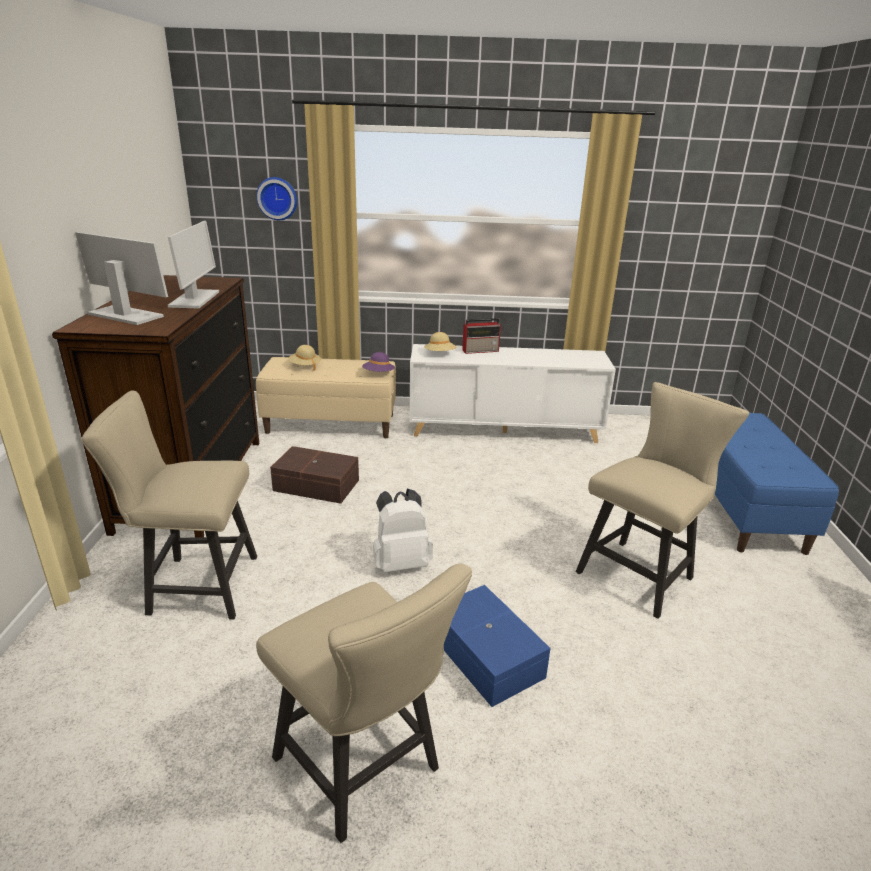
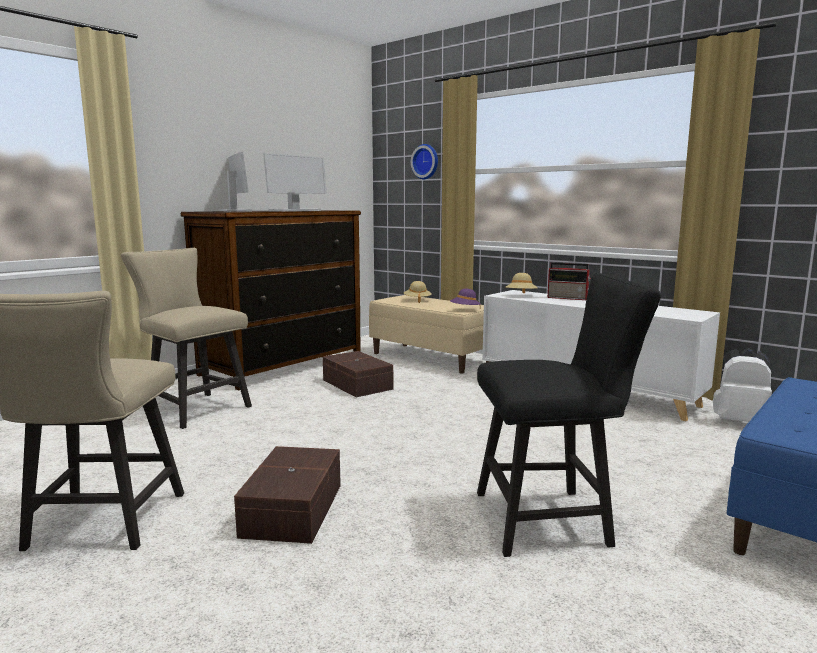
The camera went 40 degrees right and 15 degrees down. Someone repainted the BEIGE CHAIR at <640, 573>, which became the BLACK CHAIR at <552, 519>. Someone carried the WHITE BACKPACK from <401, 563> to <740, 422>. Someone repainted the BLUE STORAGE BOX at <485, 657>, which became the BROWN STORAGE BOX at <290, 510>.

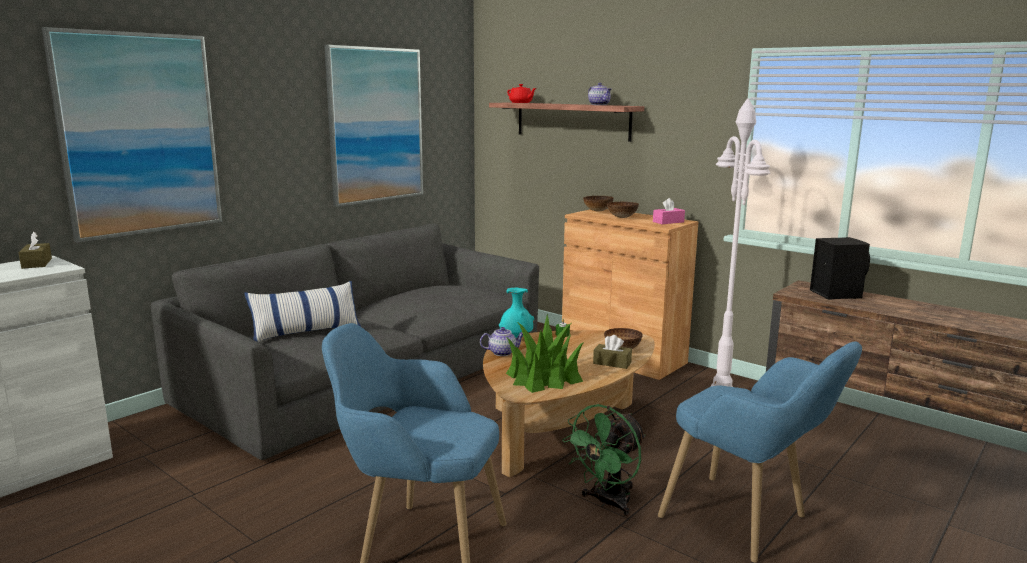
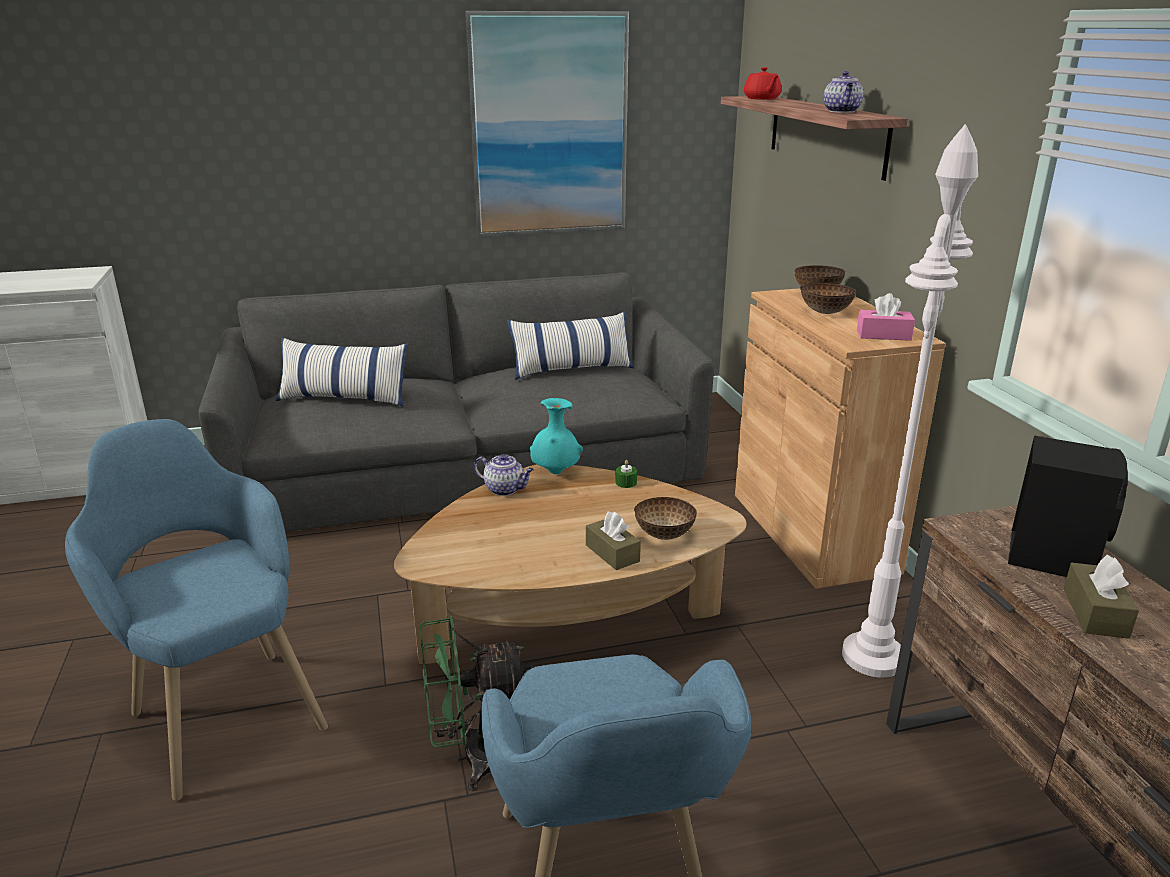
The camera went 35 degrees right and 10 degrees up. Someone took away the PICTURE at <139, 134>. Someone carried the BROWN TISSUE BOX from <37, 263> to <1095, 613>. Someone took away the POTTED PLANT at <543, 378>. Someone put down the PILLOW at <571, 369>.

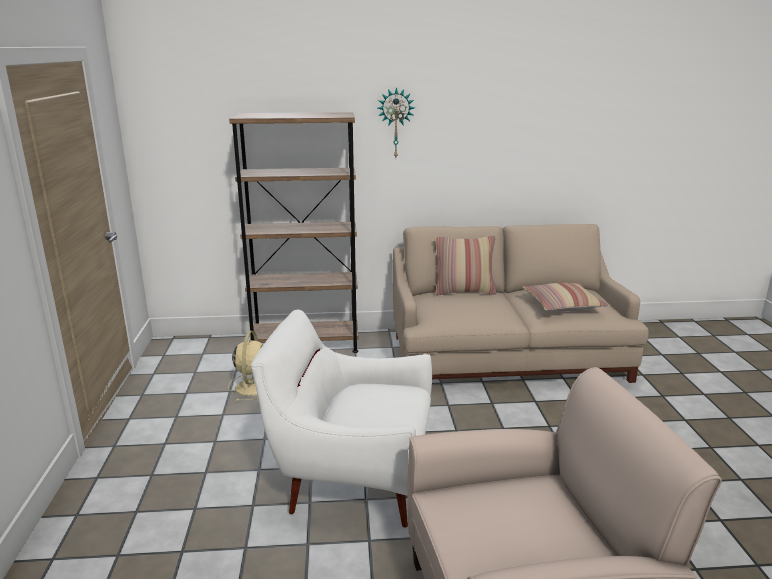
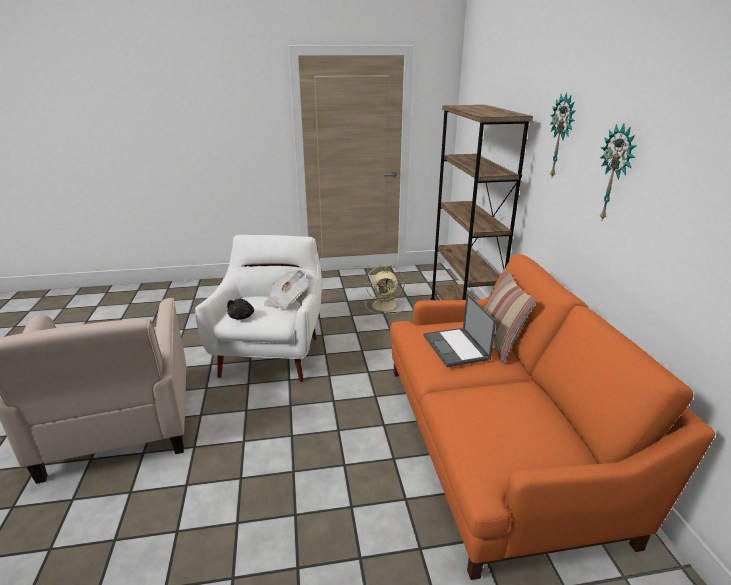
The camera went 85 degrees right and 5 degrees up. Someone repainted the BEIGE SOFA at <505, 355>, which became the ORANGE SOFA at <499, 441>. Someone took away the PILLOW at <562, 305>. Someone put up the WALL CLOCK at <616, 174>. Someone put down the NEWSPAPER at <286, 300>. Someone put down the LAPTOP at <456, 347>. Someone put down the BLACK PLUSH TOY at <242, 316>.

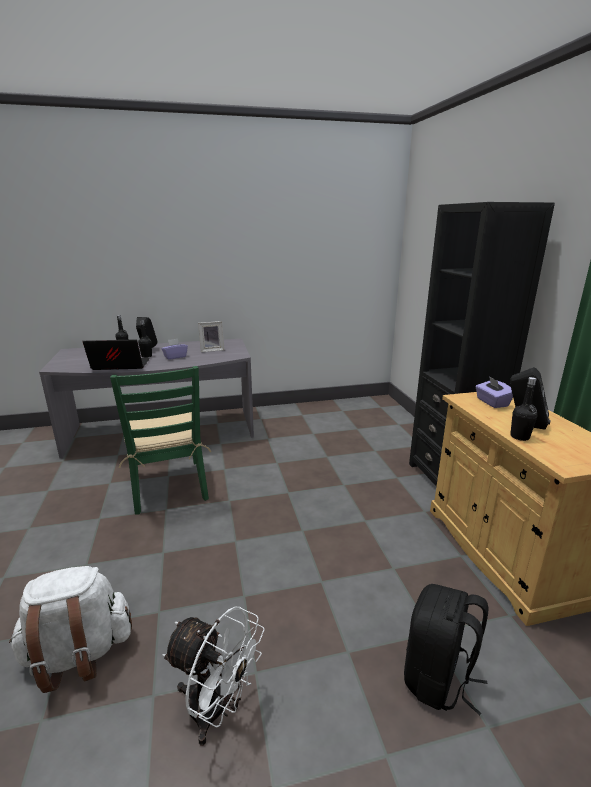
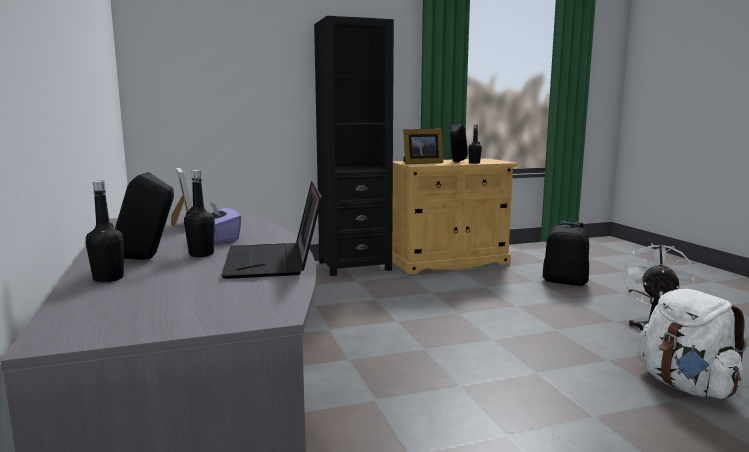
The camera went 95 degrees left and 10 degrees down. Someone took away the GREEN CHAIR at <169, 486>. Someone swapped the PURPLE TISSUE BOX at <491, 402> for the PICTURE FRAME at <420, 163>.

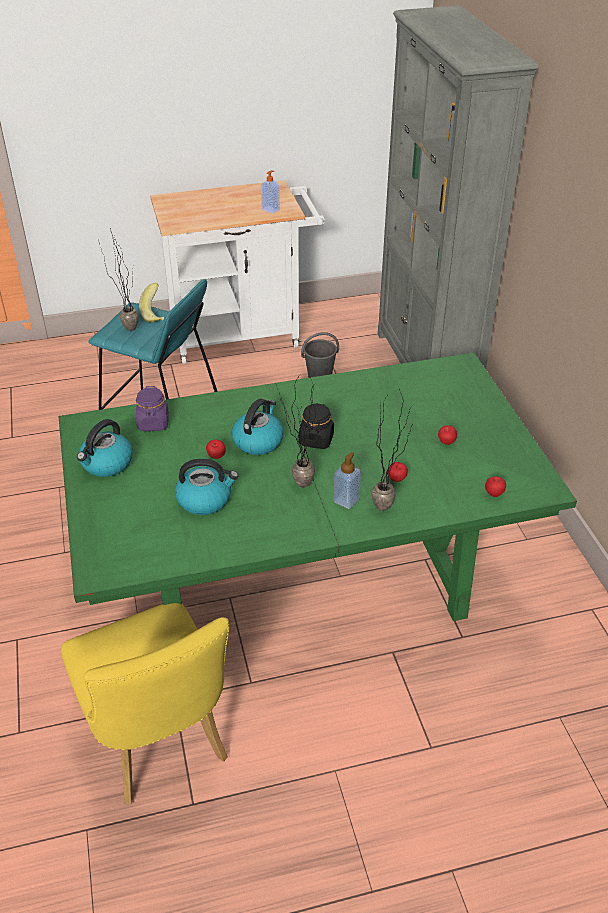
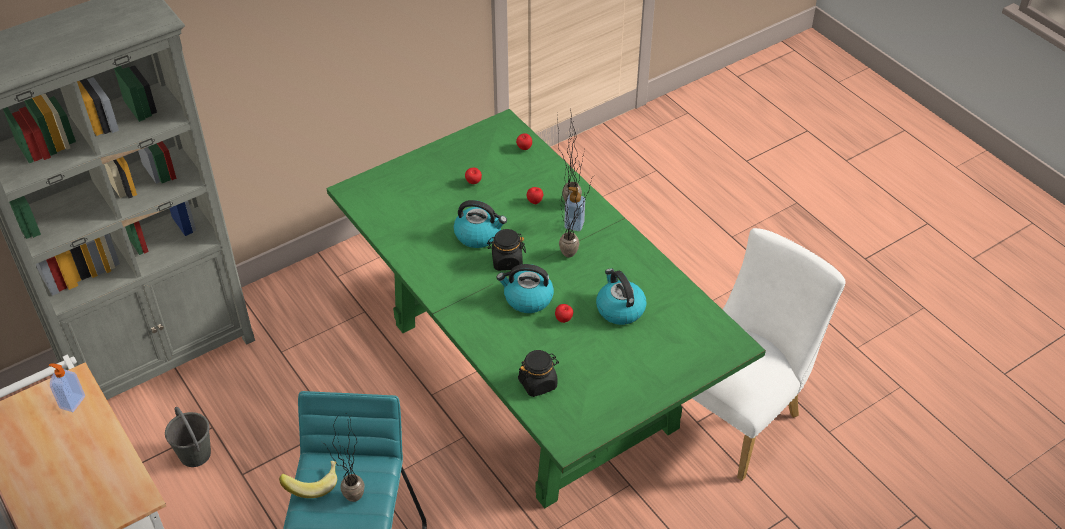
The camera went 110 degrees left and 5 degrees up. Someone repainted the PURPLE JAR at <153, 423>, which became the BLACK JAR at <538, 383>. Someone carried the KETTLE from <106, 463> to <478, 235>. Someone repainted the YELLOW CHAIR at <159, 743>, which became the WHITE CHAIR at <739, 416>.

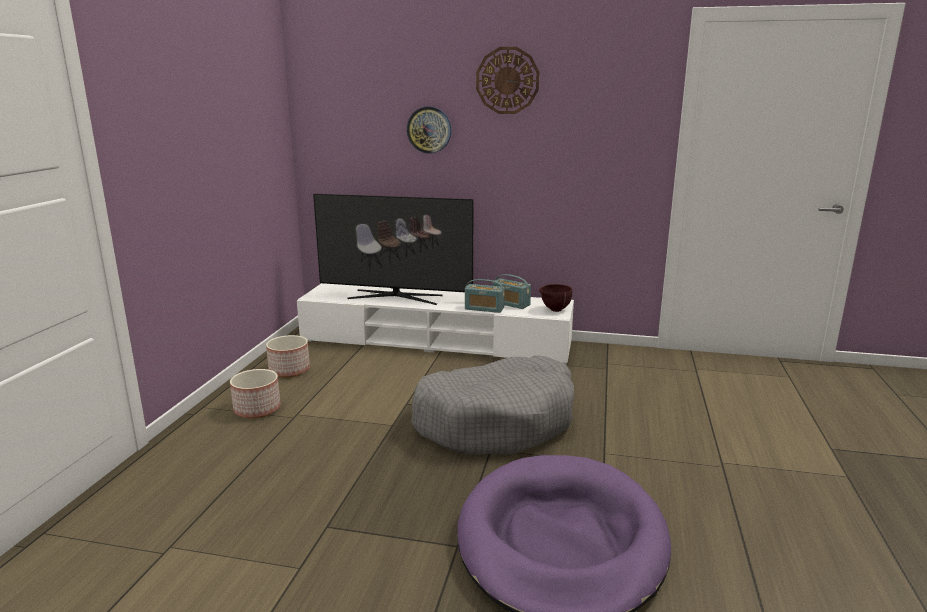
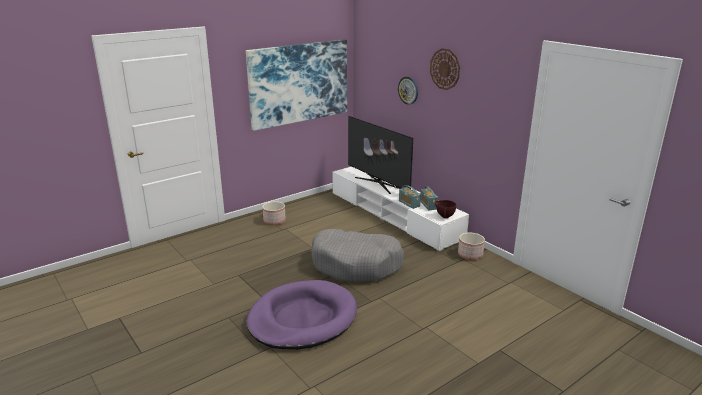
The camera went 40 degrees right and 5 degrees up. Someone carried the PLANTER from <289, 370> to <470, 255>. Someone put up the PICTURE at <299, 83>.

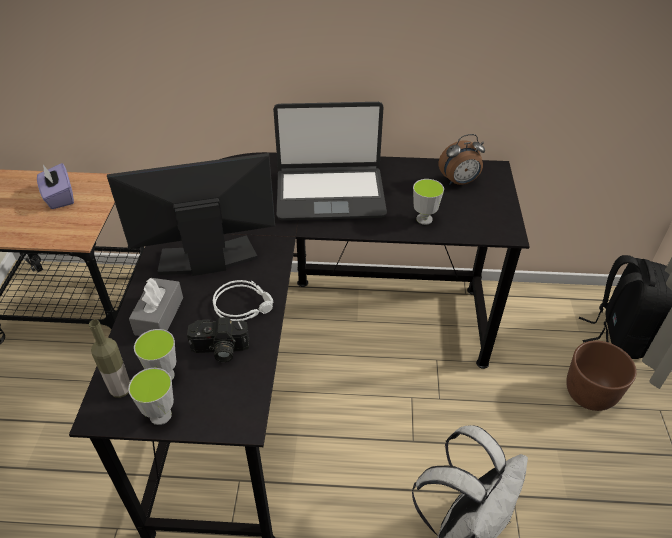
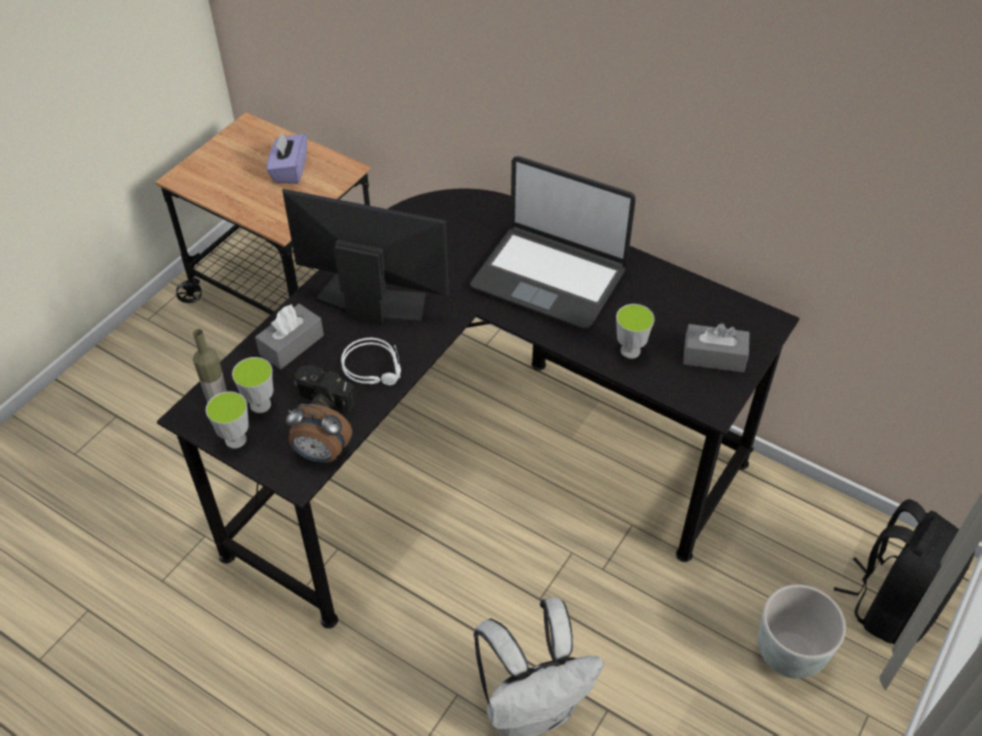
The camera went 30 degrees right and 5 degrees up. Someone carried the ALARM CLOCK from <459, 182> to <321, 454>. Someone repainted the BROWN PLANTER at <589, 395>, which became the GREY PLANTER at <789, 654>. Someone put down the GREY TISSUE BOX at <714, 356>.

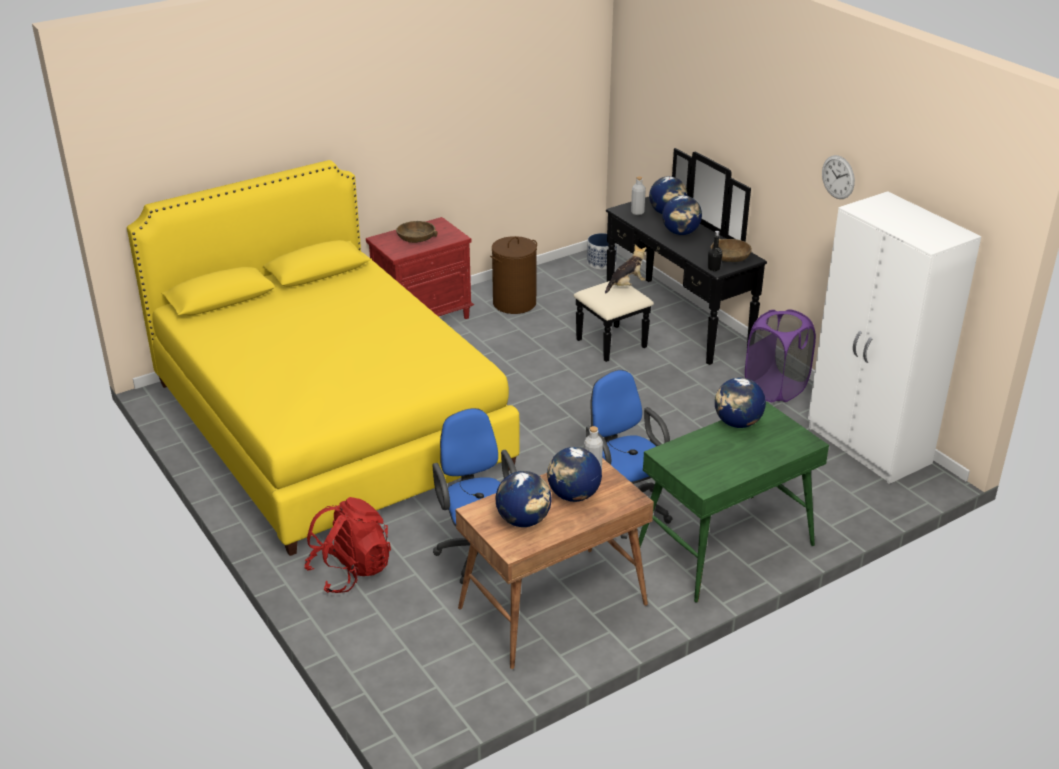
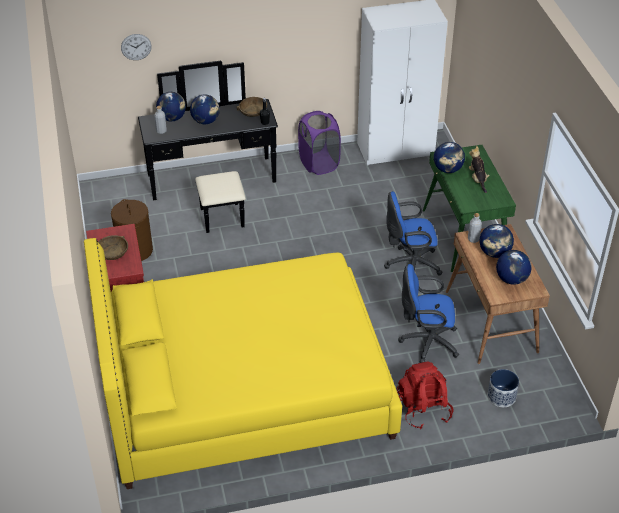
The camera went 70 degrees left and 10 degrees up. Someone carried the WALL CLOCK from <838, 177> to <136, 47>. Someone carried the PLANTER from <601, 263> to <501, 396>. Someone carried the PLUSH TOY from <626, 285> to <477, 179>.

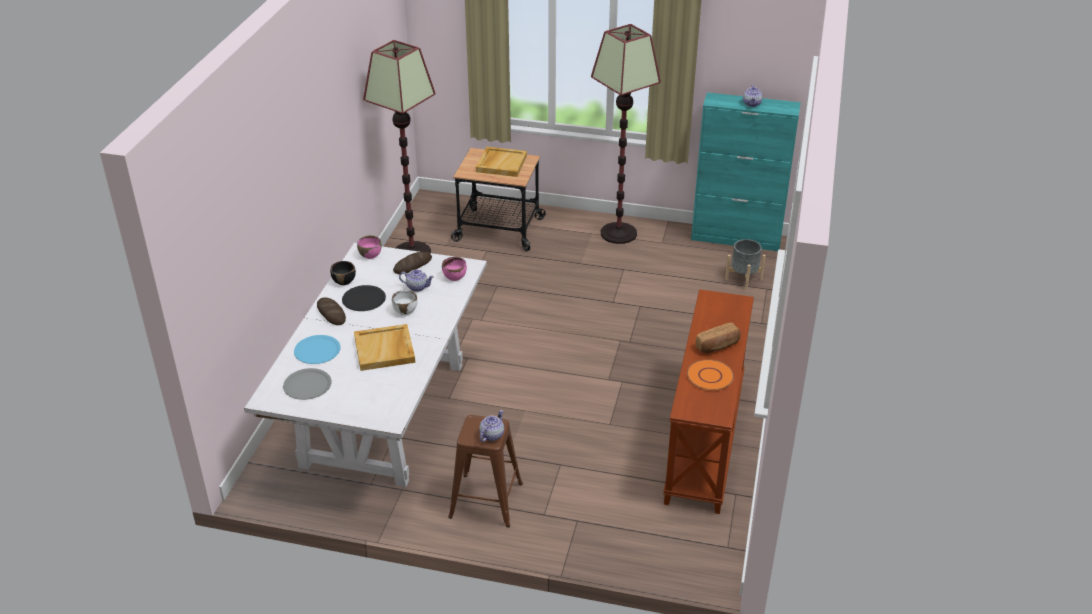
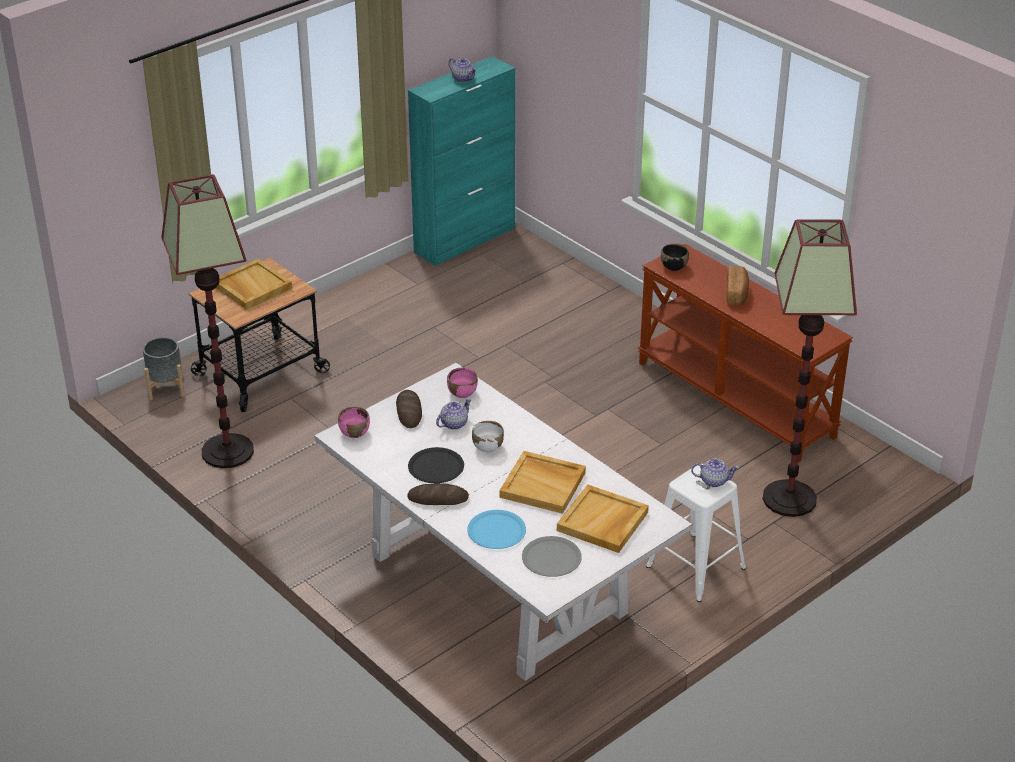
The camera went 55 degrees left and 0 degrees up. Someone carried the FLOOR LAMP from <618, 234> to <790, 499>. Someone carried the GREY PLANTER from <743, 279> to <166, 388>. Someone carried the BLACK BOWL from <344, 281> to <674, 266>. Someone took away the ORANGE PLATE at <709, 376>. Someone rotated the TEAPOT at <491, 435> by 120 degrees clockwise. Someone repainted the BROWN STOOL at <486, 501>, which became the WHITE STOOL at <697, 567>. Someone put down the BEIGE TRAY at <603, 522>.

